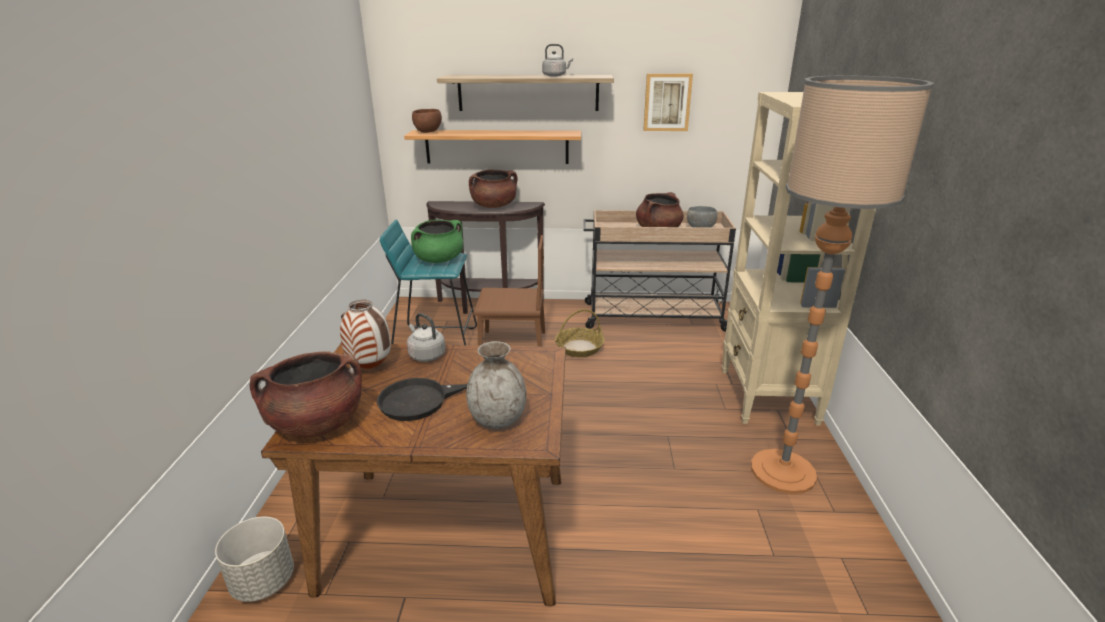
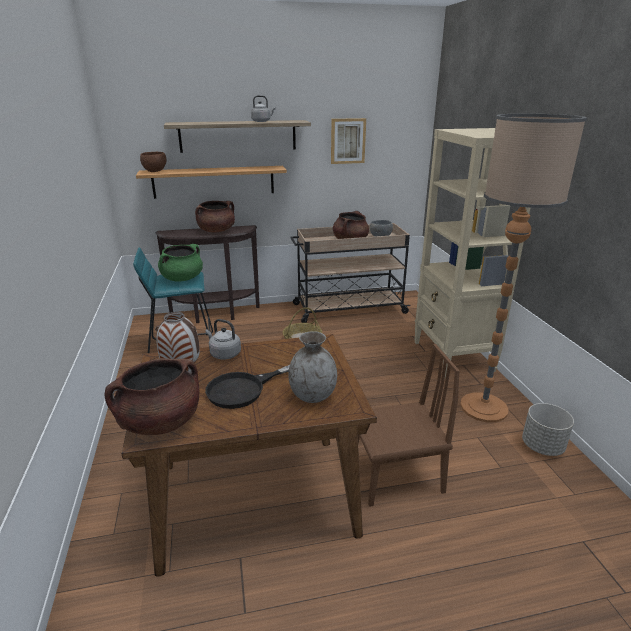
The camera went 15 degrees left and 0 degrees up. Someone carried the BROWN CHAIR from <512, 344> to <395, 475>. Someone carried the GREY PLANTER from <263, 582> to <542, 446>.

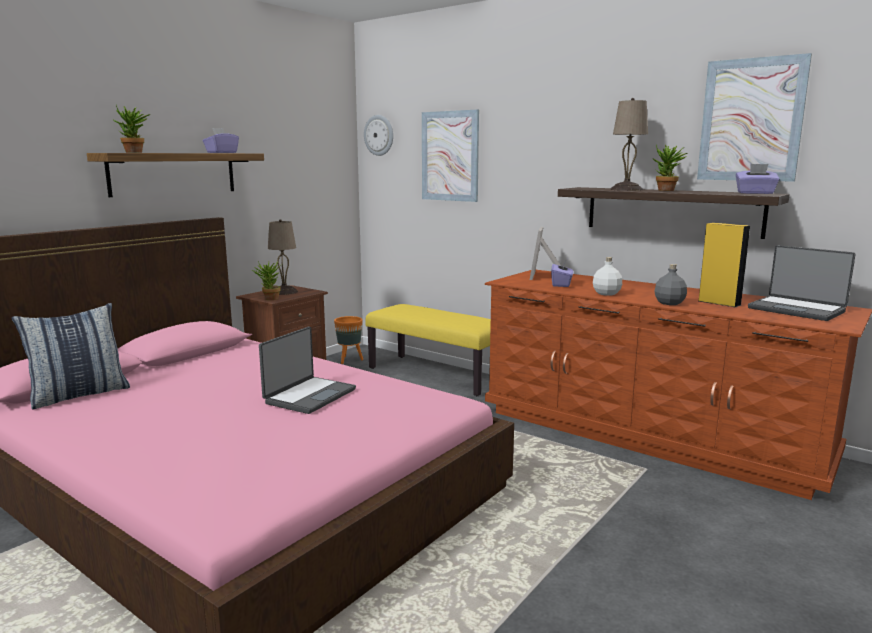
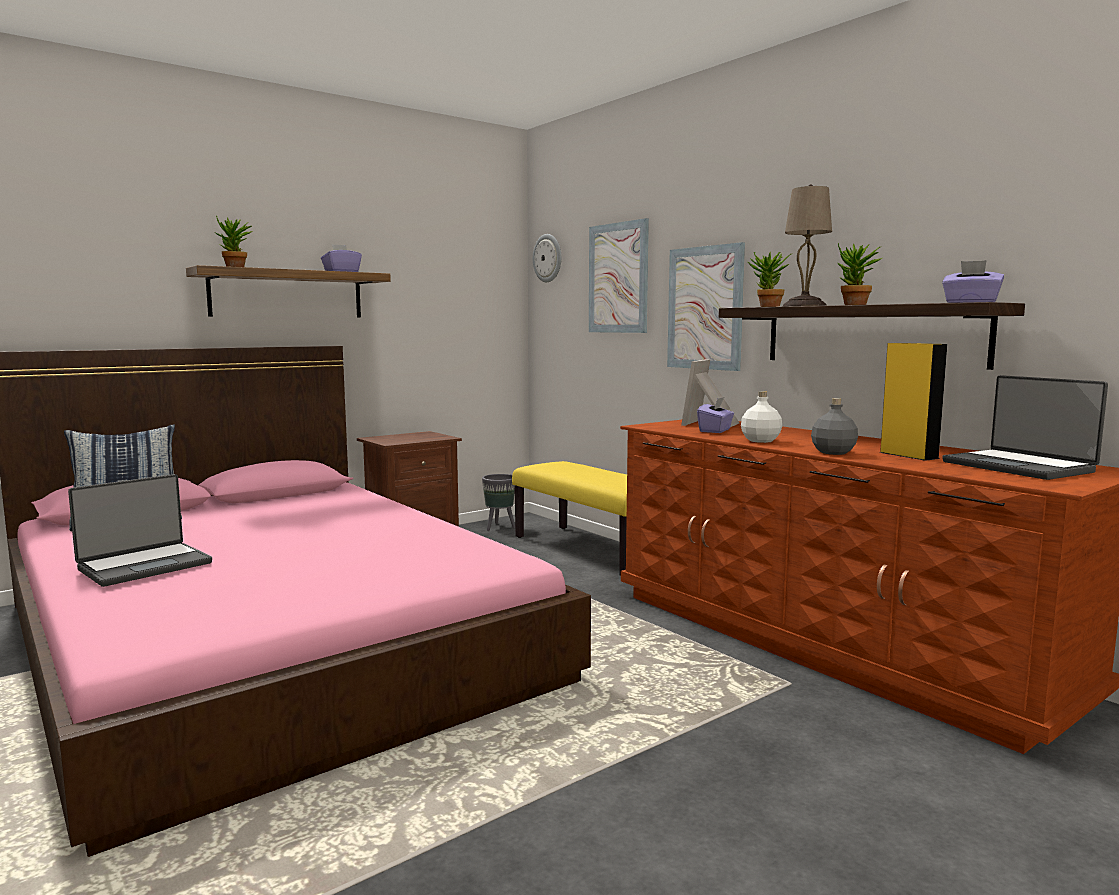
The camera went 15 degrees right and 5 degrees down. Someone carried the PICTURE from <751, 120> to <705, 308>. Someone took away the BEIGE TABLE LAMP at <285, 291>. Someone carried the POTTED PLANT from <269, 299> to <767, 307>. Someone repainted the ORANGE PLANTER at <349, 360>, which became the GREY PLANTER at <499, 527>. Someone carried the LAPTOP from <309, 396> to <144, 565>.

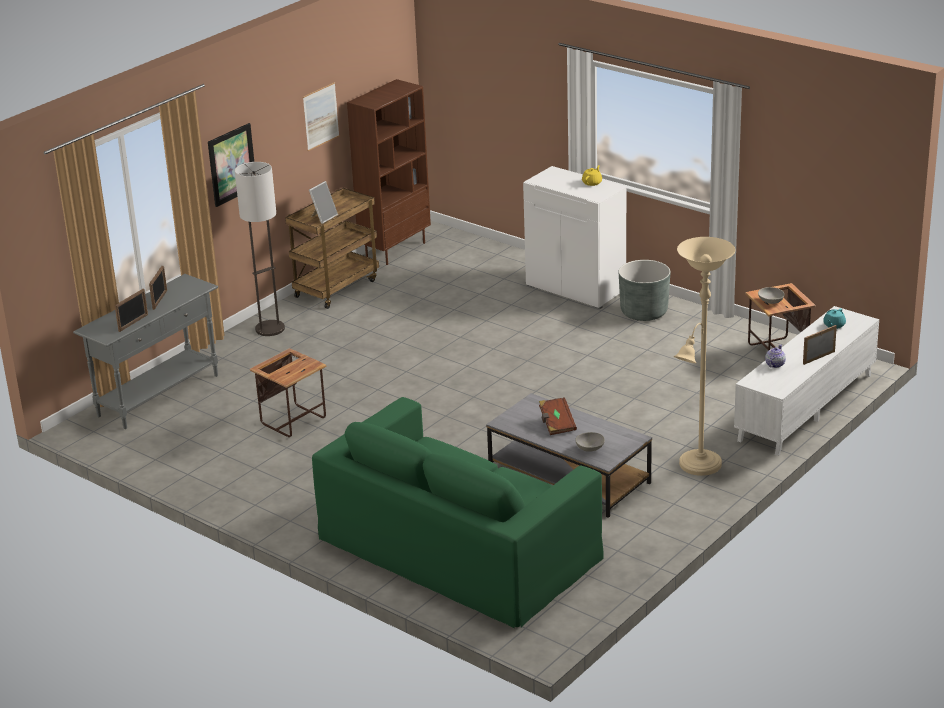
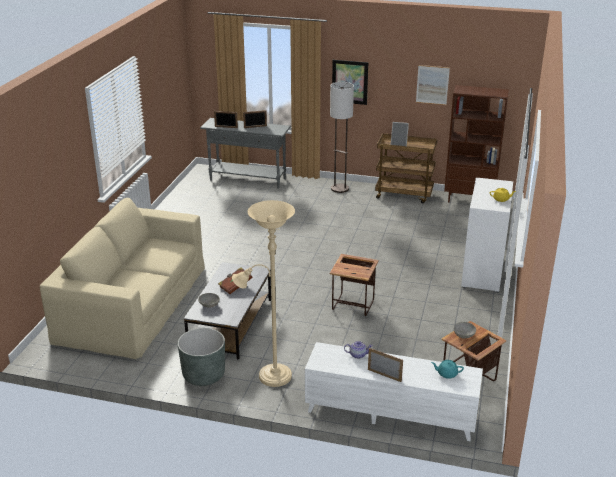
The camera went 65 degrees right and 0 degrees up. Someone carried the GREY PLANTER from <644, 312> to <203, 375>. Someone carried the SIDE TABLE from <294, 420> to <354, 305>. Someone repainted the GREEN SOFA at <458, 547>, which became the BEIGE SOFA at <132, 302>.

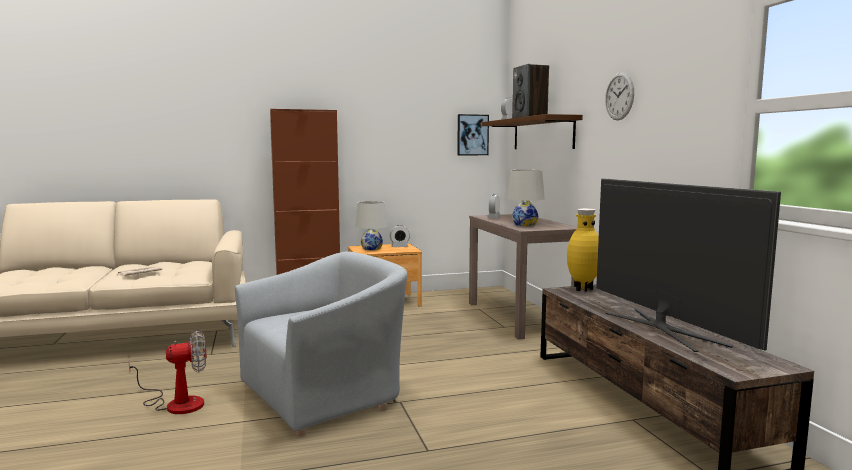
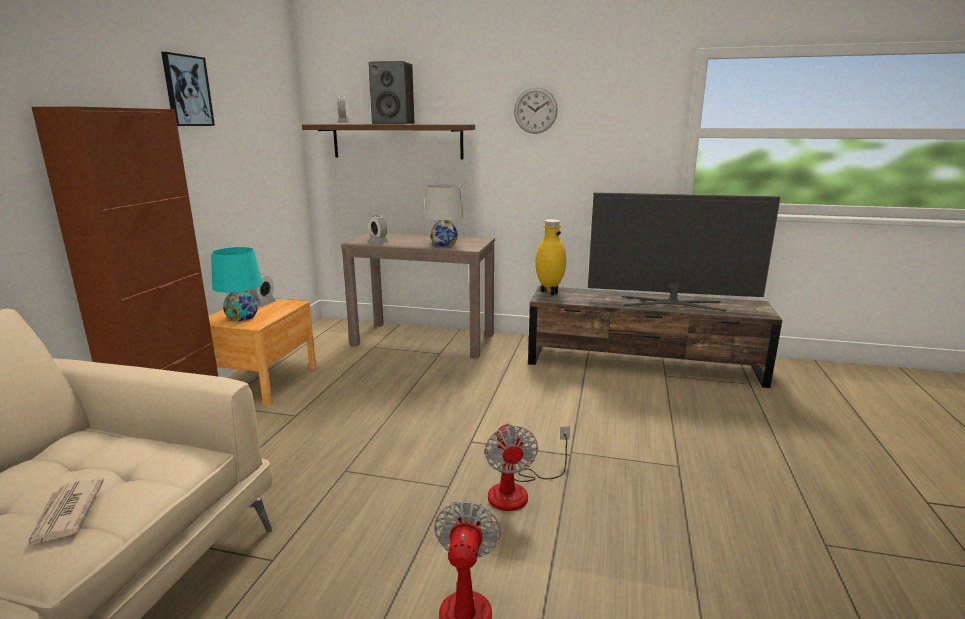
The camera went 60 degrees left and 10 degrees up. Someone carried the PICTURE from <472, 135> to <187, 91>. Someone repainted the WHITE TABLE LAMP at <371, 248>, which became the TURQUOISE TABLE LAMP at <242, 317>. Someone swapped the GREY ARMCHAIR at <324, 394> for the FAN at <518, 491>.

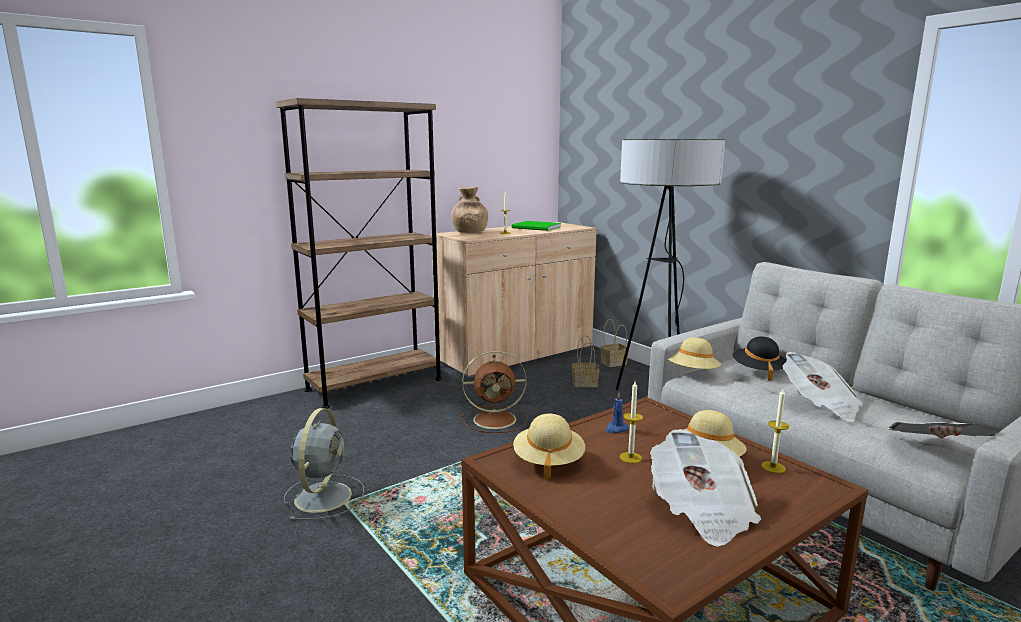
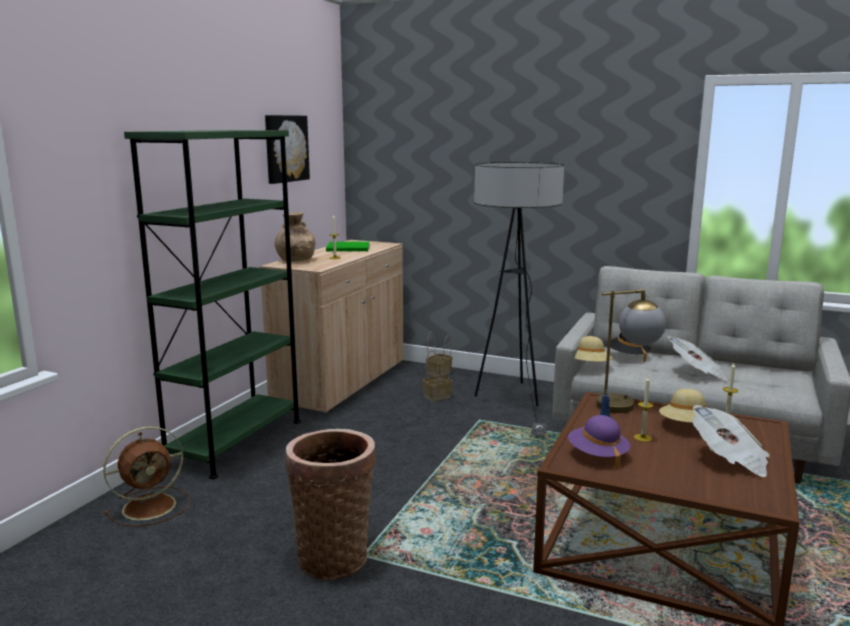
The camera went 30 degrees left and 0 degrees up. Someone repainted the BROWN BOOKCASE at <375, 384>, which became the GREEN BOOKCASE at <236, 442>. Someone carried the BROWN FAN from <497, 419> to <151, 506>. Someone swapped the GREY FAN at <324, 495> for the BASKET at <334, 556>. Someone repainted the BEIGE HAT at <548, 461>, which became the PURPLE HAT at <597, 455>. Someone took away the NEWSPAPER at <935, 452>. Someone put up the PICTURE at <285, 148>. Someone put down the TABLE LAMP at <626, 404>.

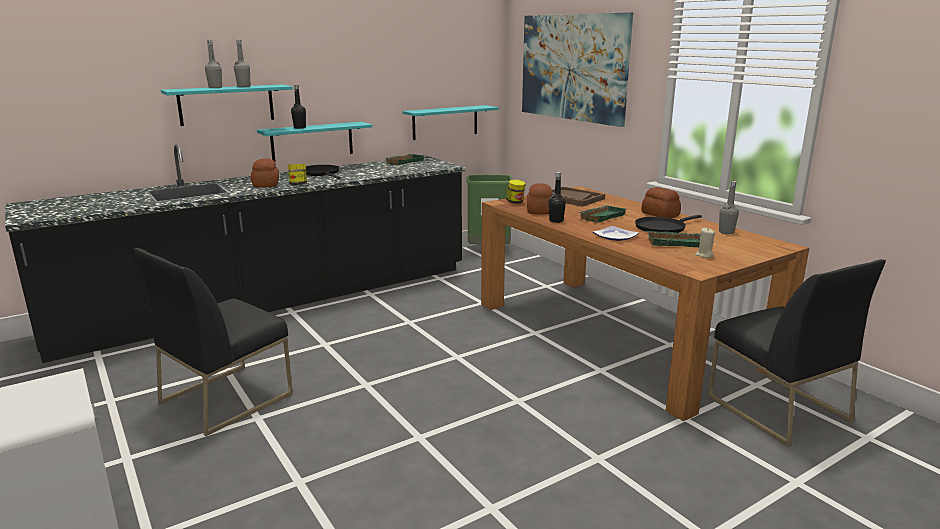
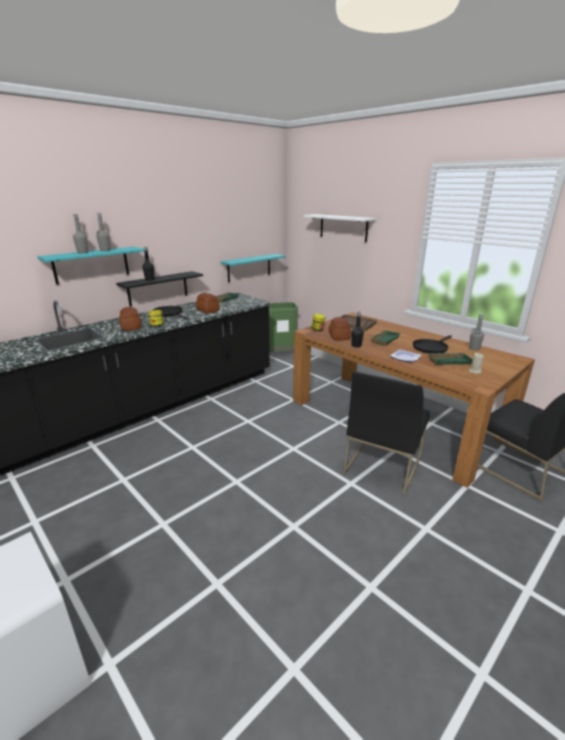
The camera went 10 degrees left and 5 degrees up. Someone swapped the PICTURE at <573, 67> for the WHITE SHELF at <343, 227>. Someone repainted the TURQUOISE SHELF at <312, 141>, which became the BLACK SHELF at <158, 288>. Someone carried the BREAD from <660, 215> to <207, 310>. Someone carried the BLACK CHAIR from <226, 397> to <382, 464>.

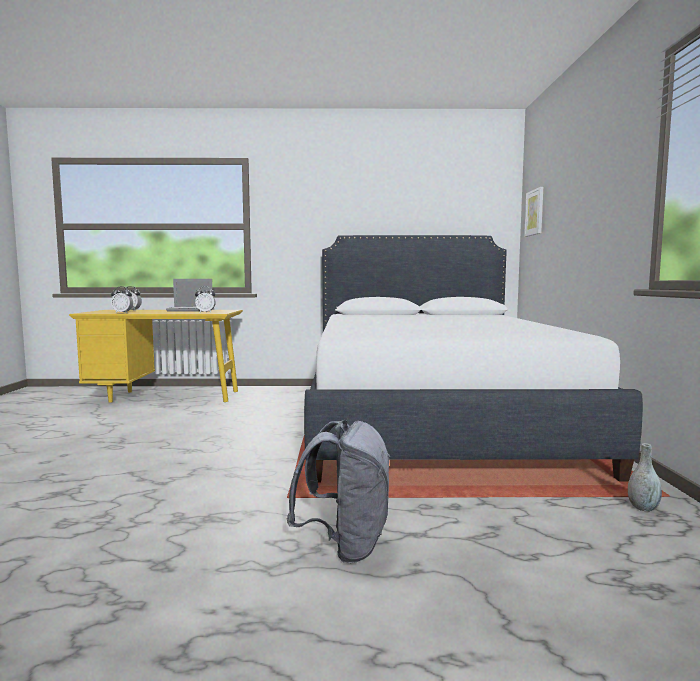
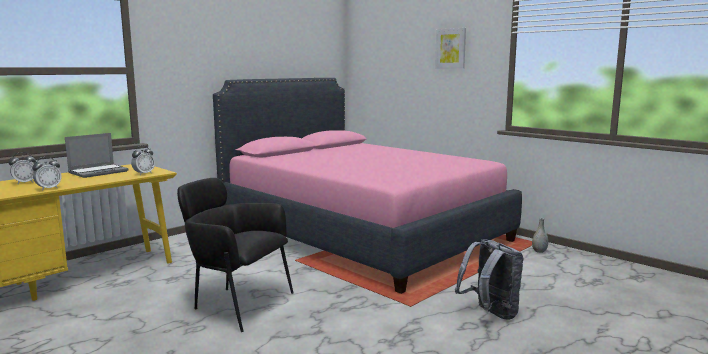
The camera went 45 degrees left and 5 degrees up. Someone carried the PICTURE from <535, 212> to <450, 48>. Someone repainted the WHITE BED at <432, 420>, which became the PINK BED at <362, 233>. Someone put down the BLACK ARMCHAIR at <236, 304>.

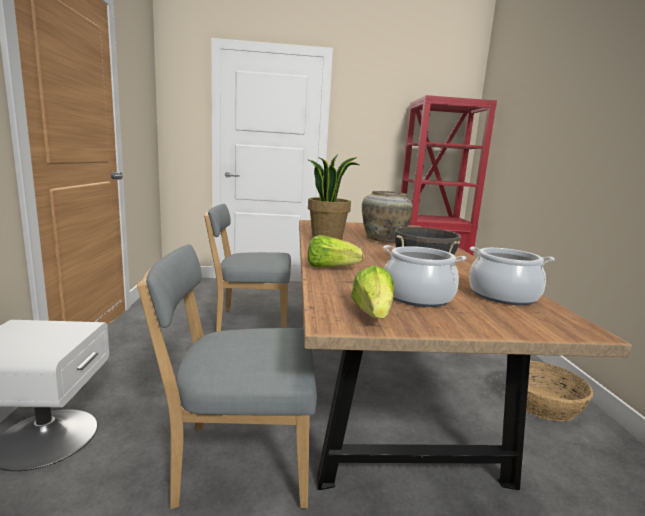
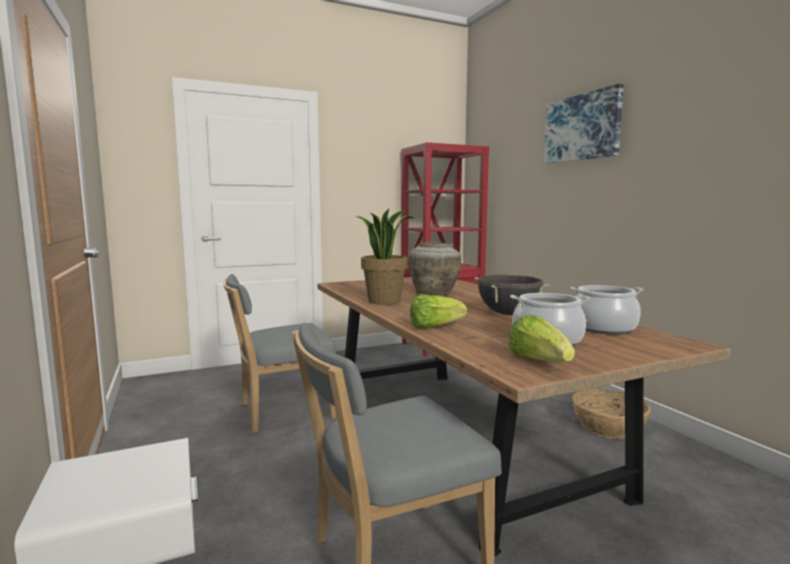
The camera went 20 degrees left and 5 degrees down. Someone put up the PICTURE at <582, 128>.

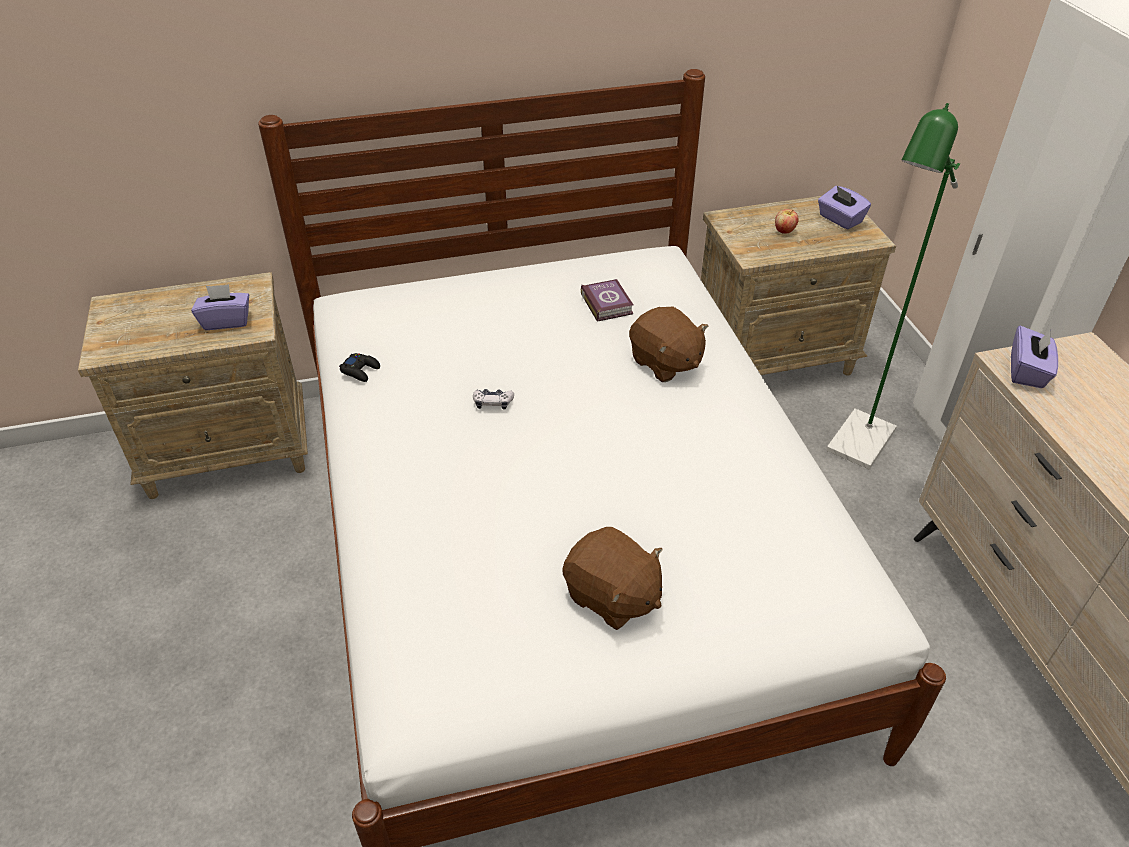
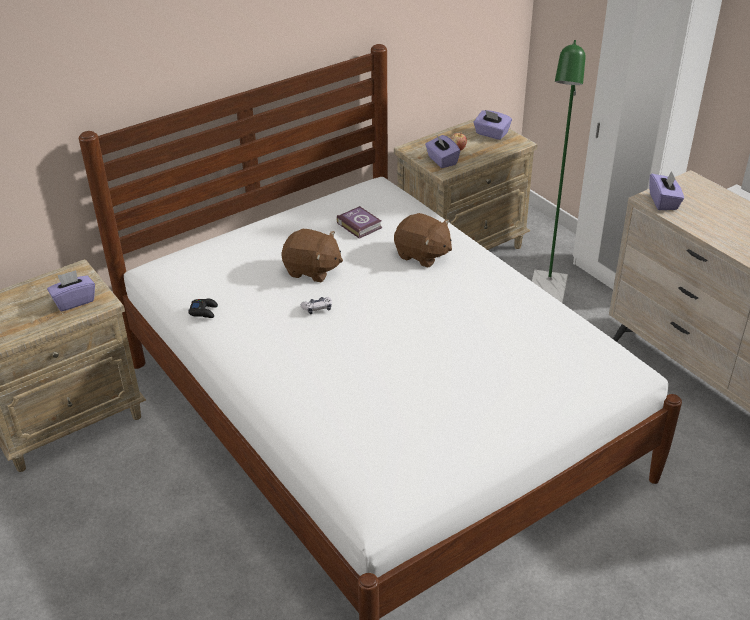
The camera went 20 degrees left and 5 degrees down. Someone carried the BROWN PLUSH TOY from <612, 597> to <312, 270>. Someone put down the PURPLE TISSUE BOX at <441, 161>.

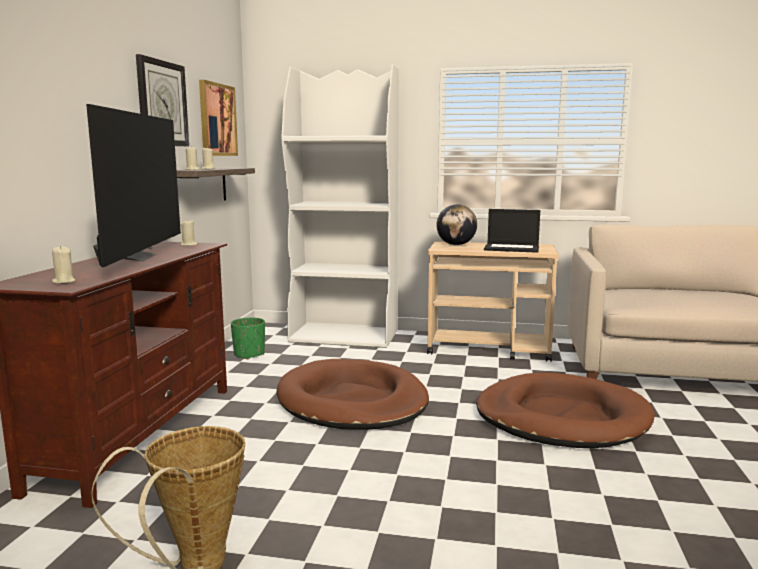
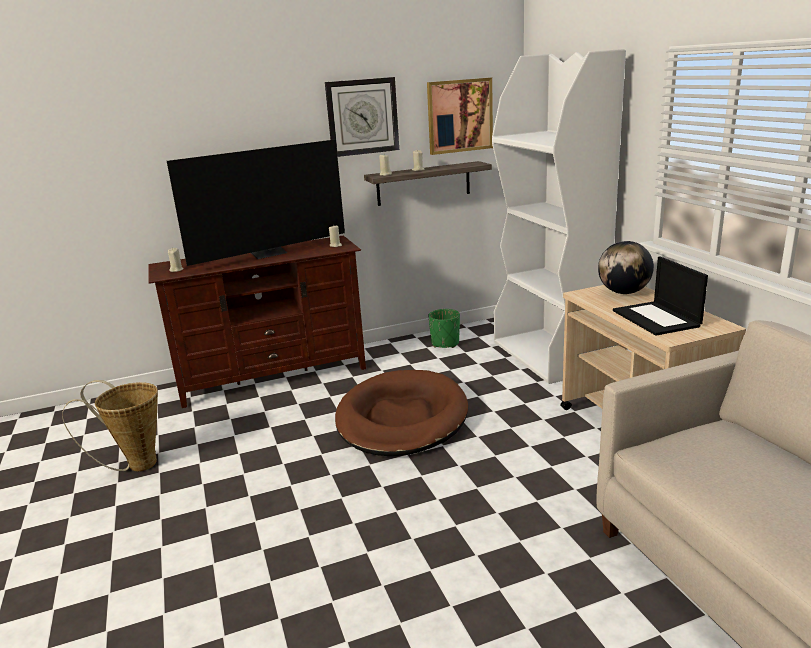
The camera went 60 degrees right and 10 degrees up. Someone took away the BROWN DOG BED at <561, 418>.

